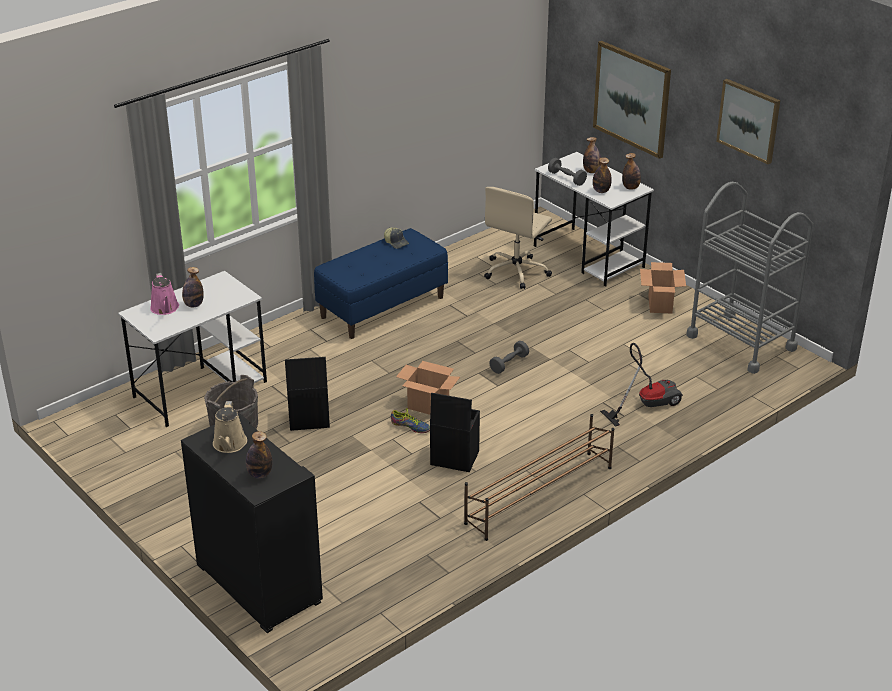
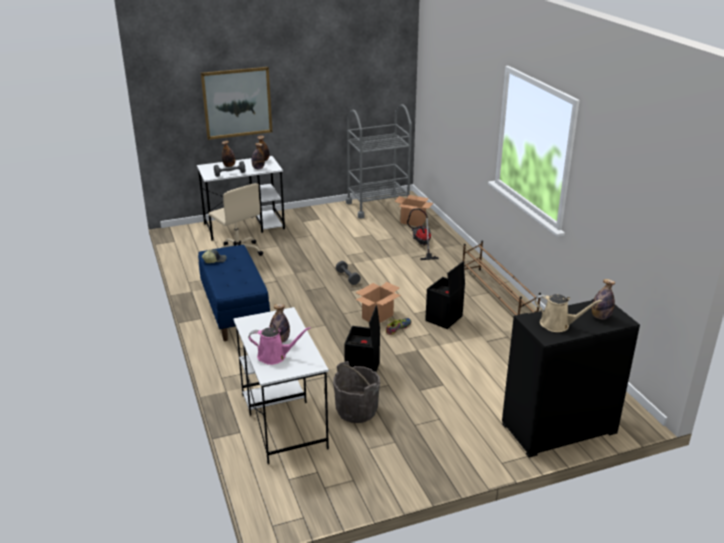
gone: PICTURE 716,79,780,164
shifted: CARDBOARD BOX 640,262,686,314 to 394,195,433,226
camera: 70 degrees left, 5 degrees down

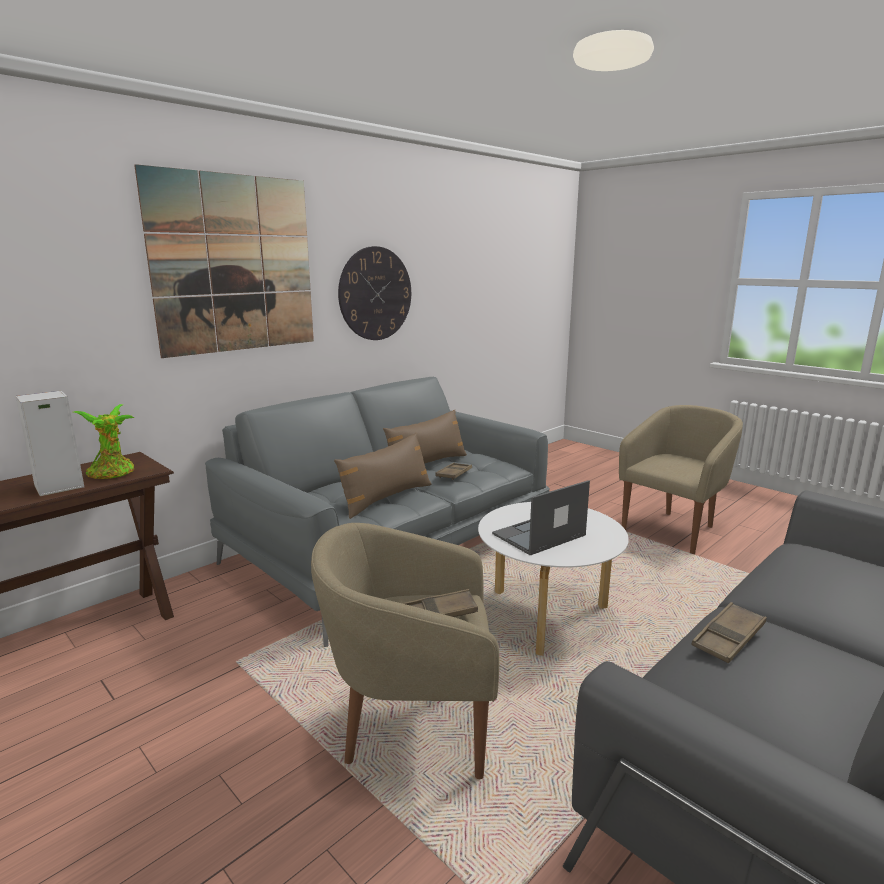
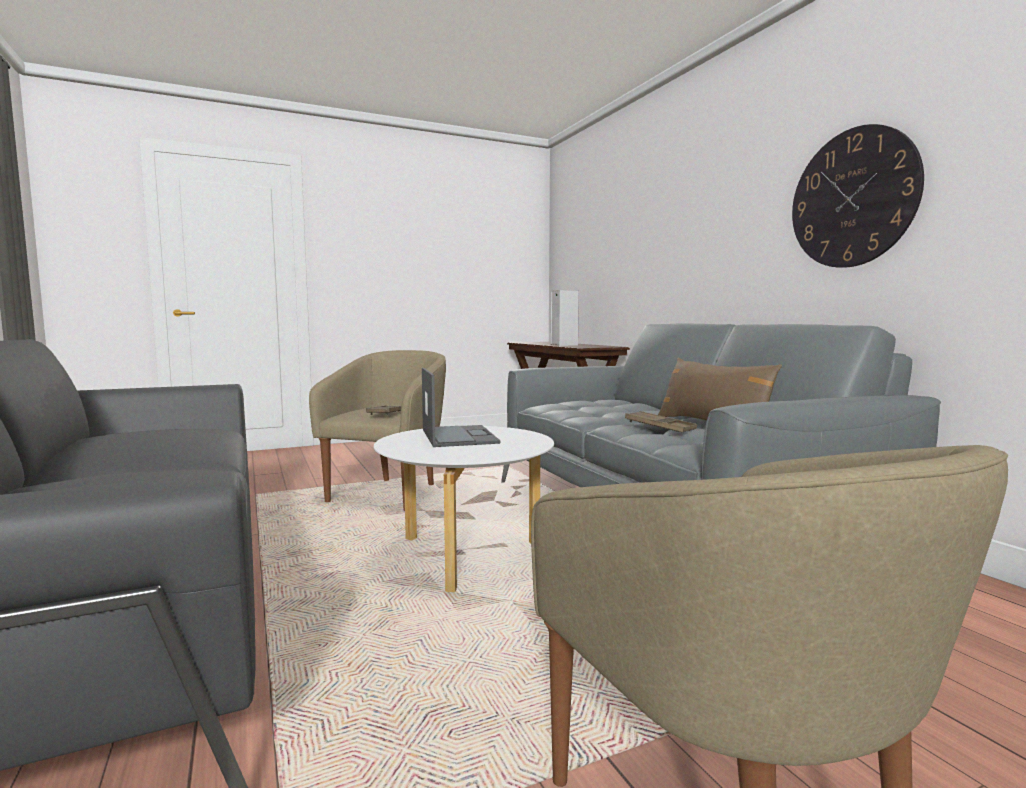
gone: POTTED PLANT 74,404,134,479; PICTURE 134,164,314,358; BROWN PILLOW 334,432,432,519; BROWN TRAY 691,602,767,663
camera: 110 degrees right, 10 degrees down

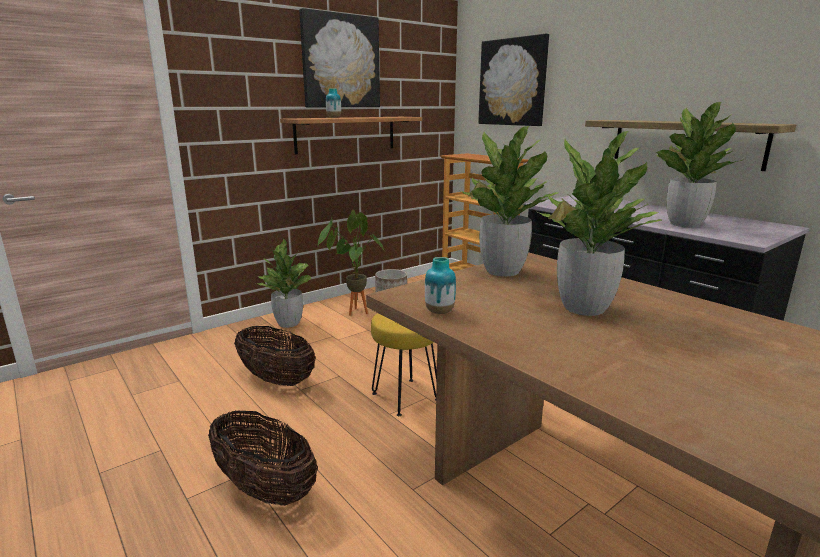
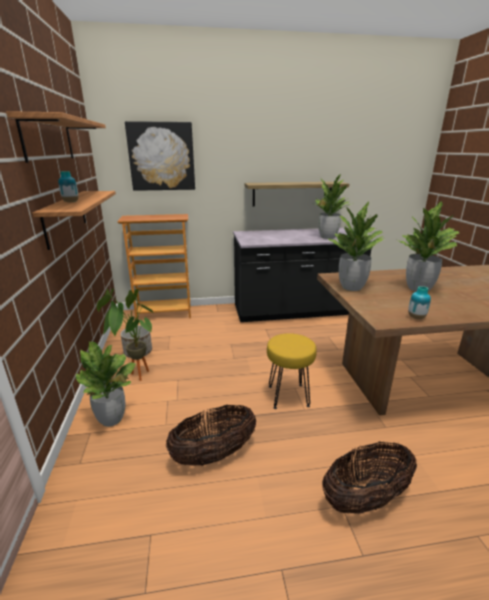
swapped: PICTURE 299,8,380,107 to SHELF 6,111,106,163
camera: 60 degrees left, 5 degrees up

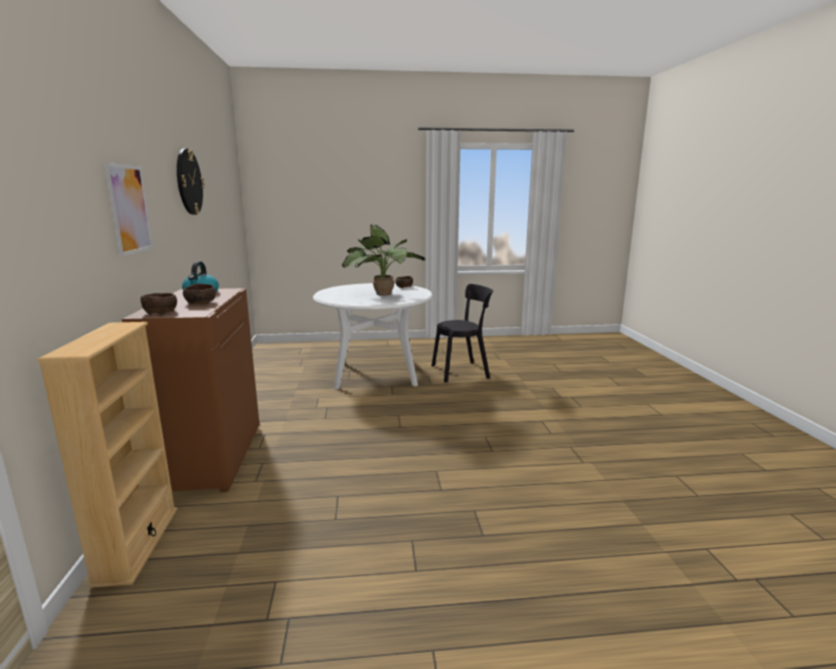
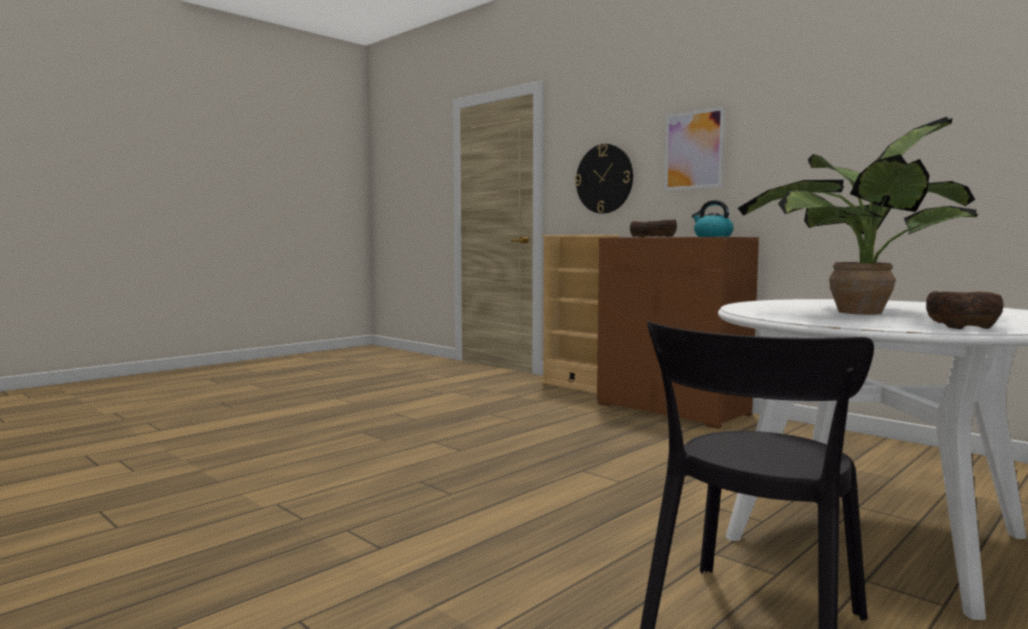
shifted: WALL CLOCK 177,148,205,215 to 575,144,633,214
camera: 140 degrees right, 10 degrees down

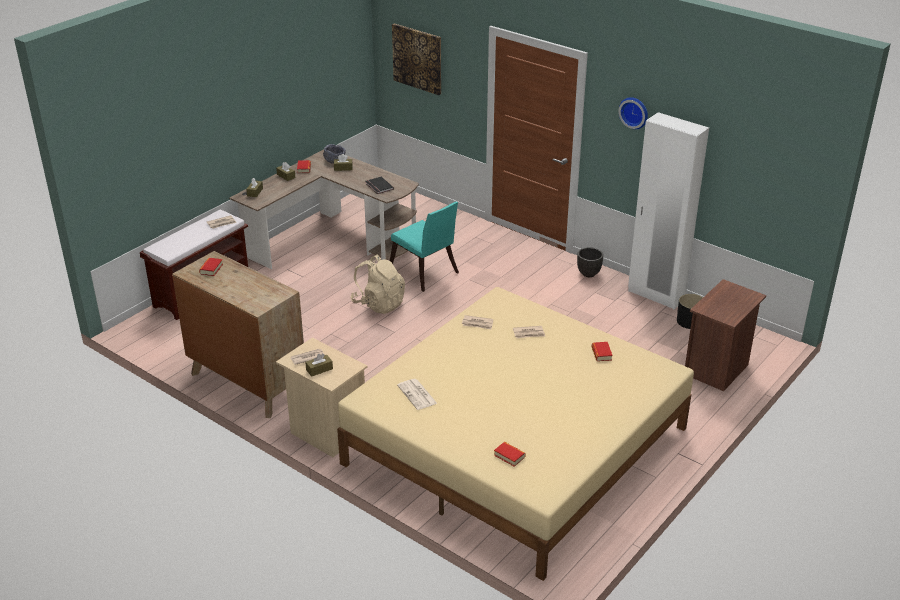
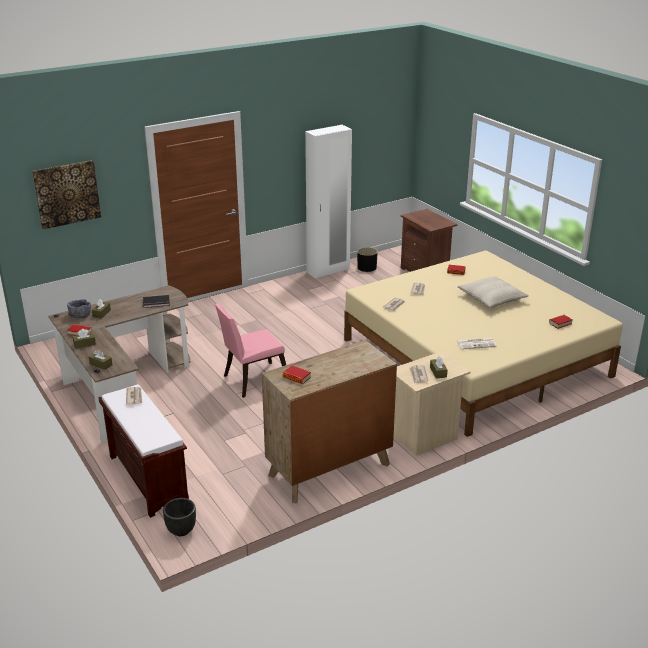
gone: TURQUOISE CHAIR 390,201,459,292; WALL CLOCK 618,97,648,129
new: BEIGE PILLOW 457,276,529,308
shifted: BLACK PLANTER 577,247,603,277 to 163,498,196,536
swapped: BEIGE BACKPACK 350,254,405,314 to PINK CHAIR 215,304,286,398
camera: 70 degrees left, 5 degrees down

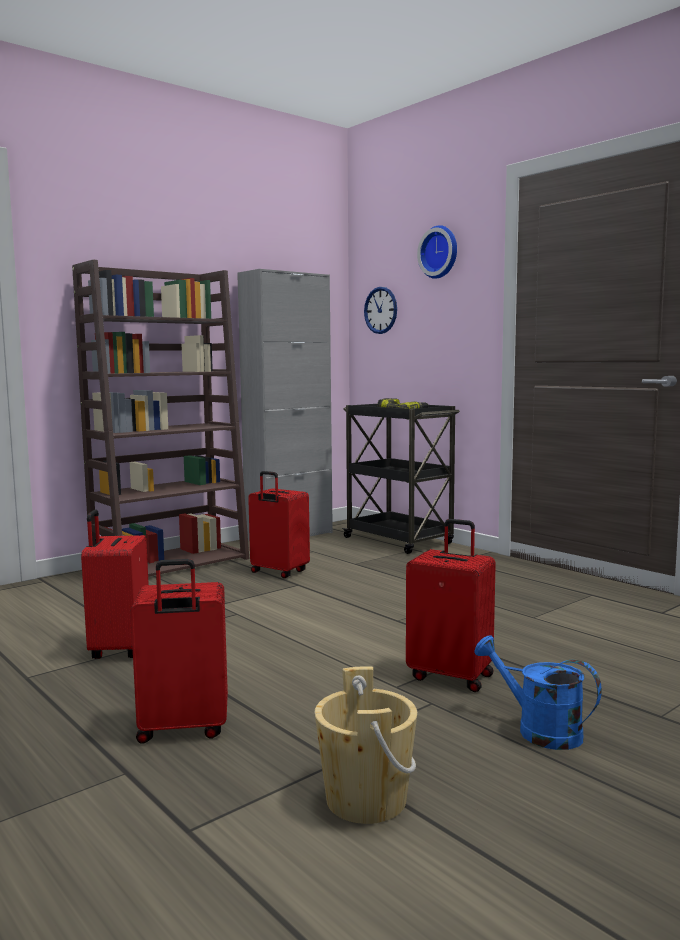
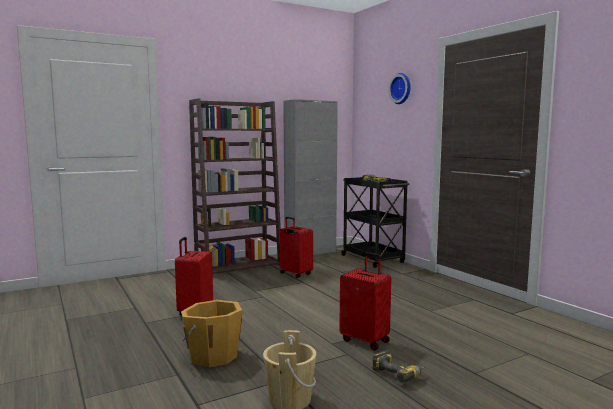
gone: WALL CLOCK 364,287,397,334
swapped: RED SUITCASE 131,559,228,744 to ORANGE BUCKET 181,300,242,367; BLUE WATERING CAN 474,635,602,750 to POWER DRILL 372,350,425,382
camera: 10 degrees right, 0 degrees up

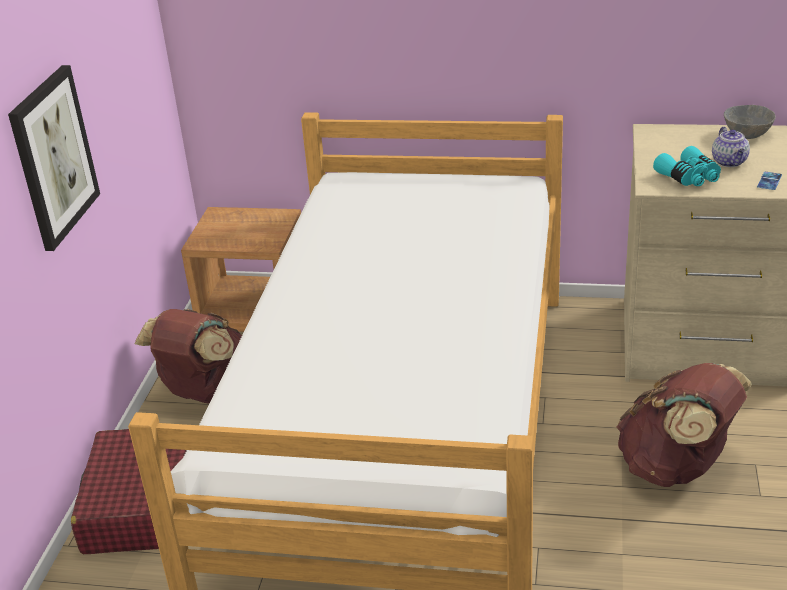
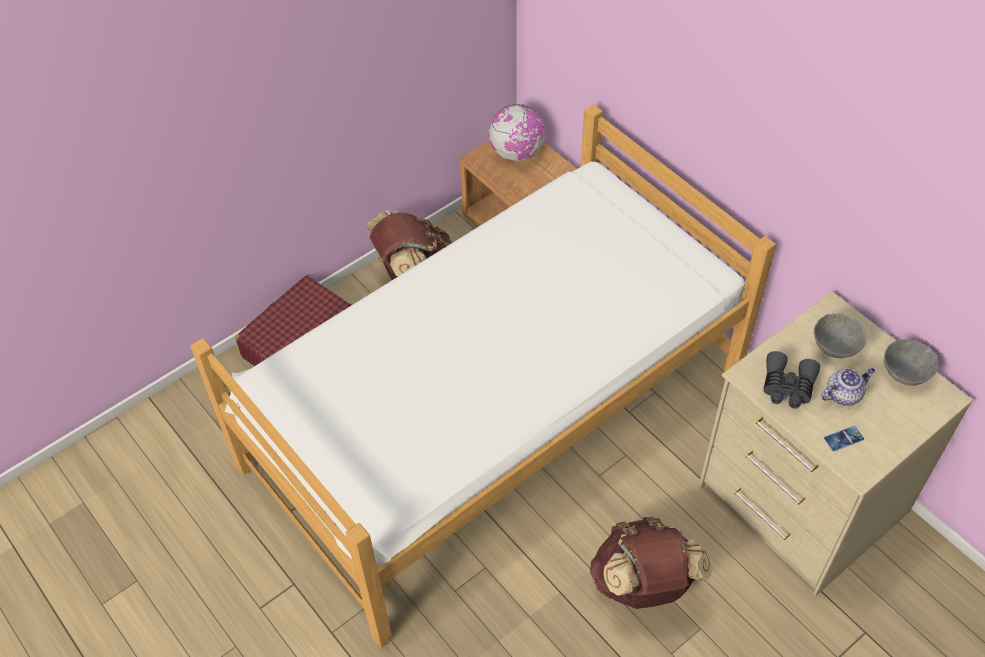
gone: PICTURE 8,65,100,251
new: GLOBE 488,104,545,162; GREY BOWL 814,314,867,358
repainted: TURQUOISE BINOCULARS 653,146,721,186 to GREY BINOCULARS 764,351,820,409
rotated: TEAPOT 712,127,750,167 = 821,368,875,406 150 degrees counterclockwise
camera: 40 degrees right, 20 degrees up

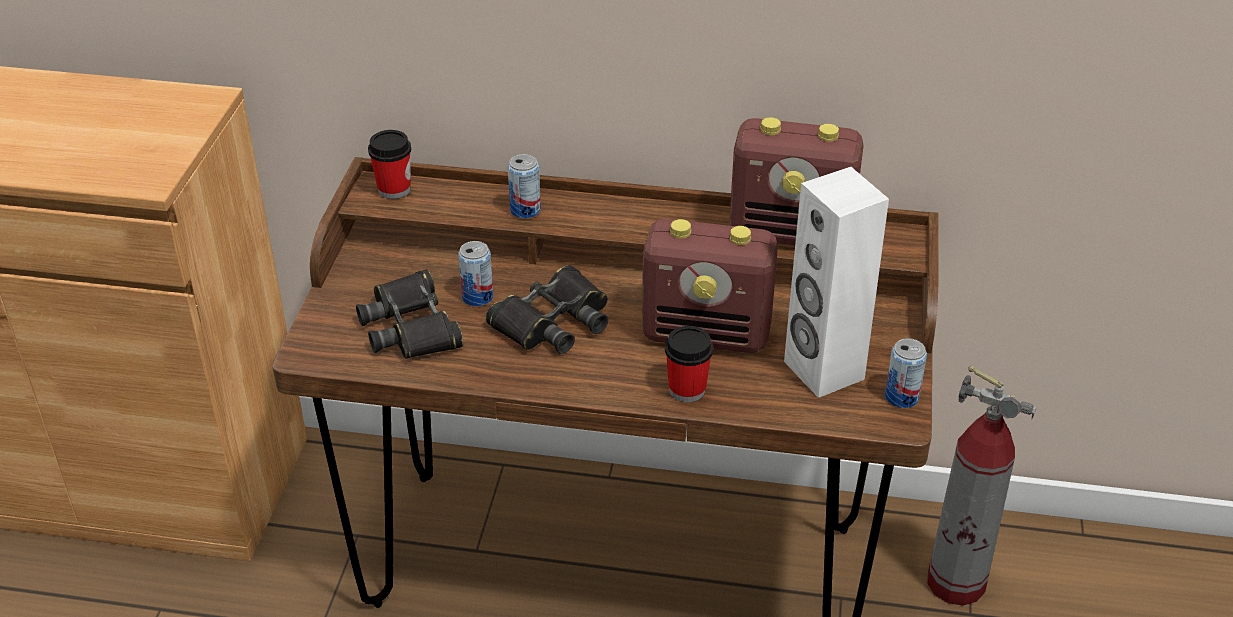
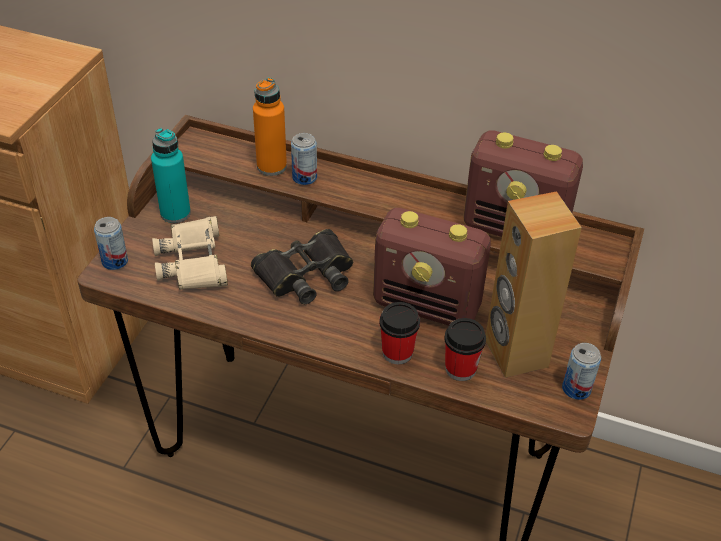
gone: FIRE EXTINGUISHER 927,366,1036,606
new: TURQUOISE BOTTLE 151,128,191,223; ORANGE BOTTLE 253,78,287,176
shifted: CUP 368,130,411,199 to 444,318,486,381; CAN 458,241,493,306 to 94,217,128,270
repainted: BLACK BINOCULARS 356,269,464,359 to BEIGE BINOCULARS 152,216,228,290; WHITE SPEAKER 784,167,889,398 to BROWN SPEAKER 486,191,582,378
camera: 10 degrees right, 5 degrees up

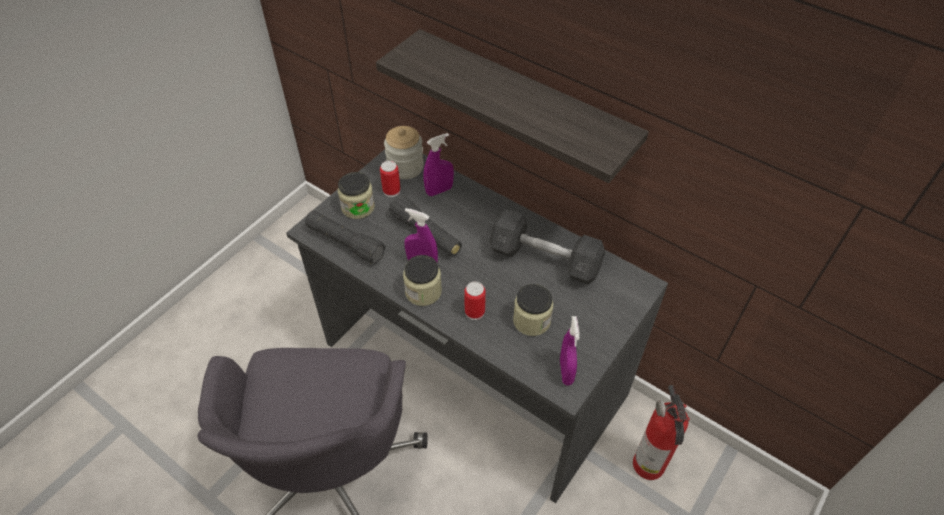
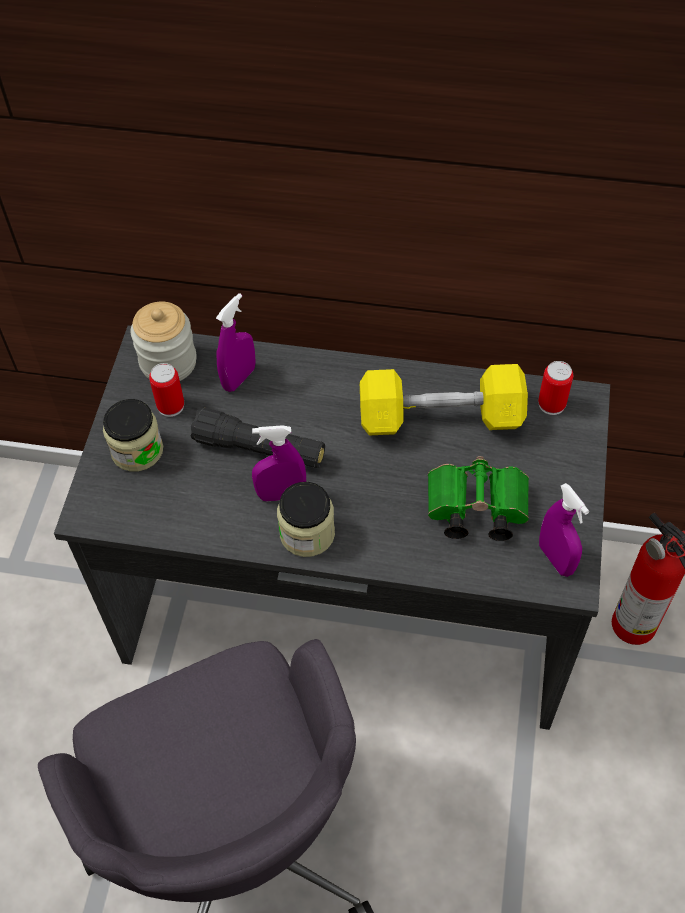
gone: BLACK FLASHLIGHT 305,211,386,264; SHELF 376,29,649,183
shifted: CAN 464,281,486,320 to 538,361,573,415
swapped: JAR 513,284,553,336 to GREEN BINOCULARS 428,456,529,541
repainted: GREY DUMBBELL 489,209,605,285 to YELLOW DUMBBELL 360,364,528,435
camera: 25 degrees left, 5 degrees up

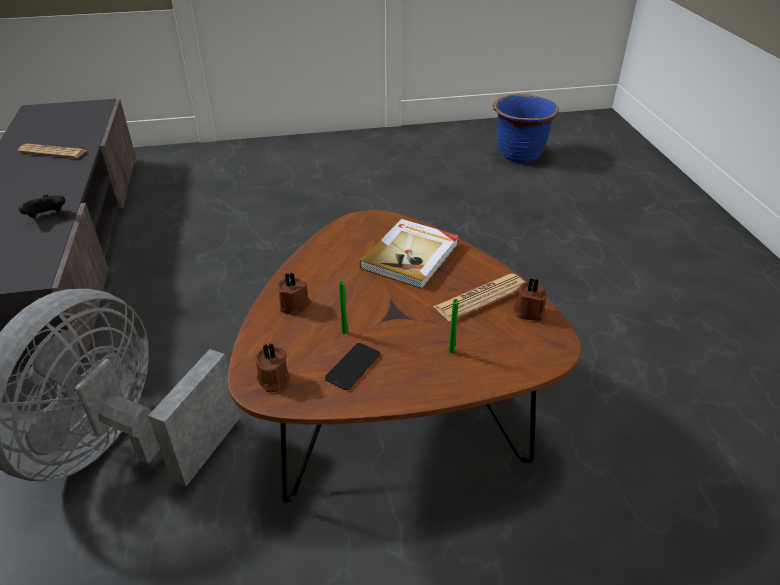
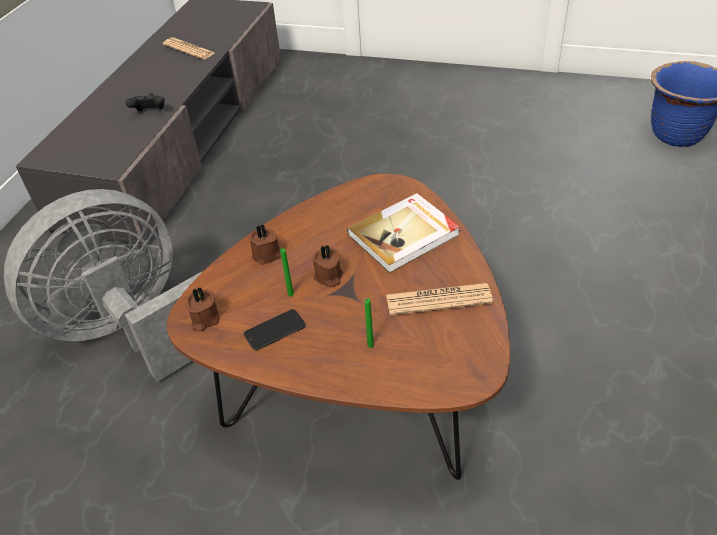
shifted: BROWN CANDLE 514,278,547,320 to 313,245,343,287
camera: 30 degrees right, 5 degrees up

